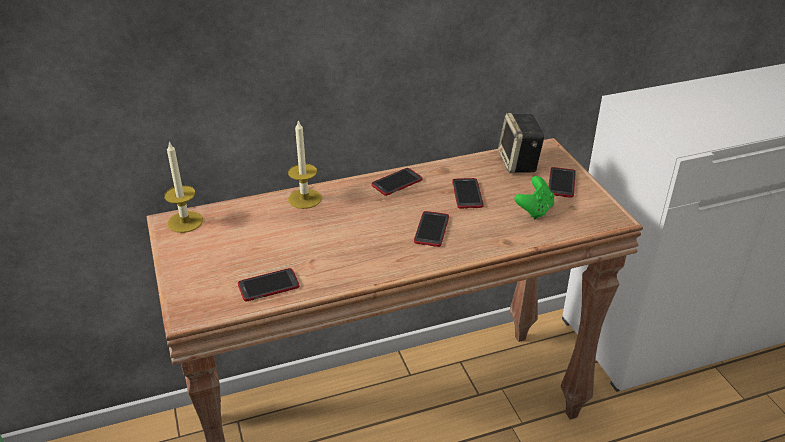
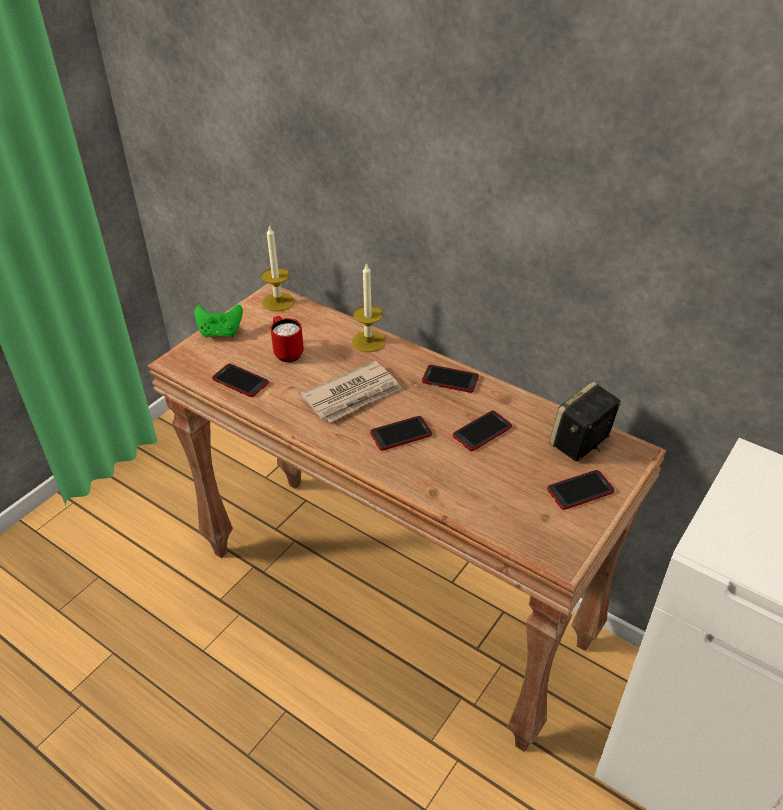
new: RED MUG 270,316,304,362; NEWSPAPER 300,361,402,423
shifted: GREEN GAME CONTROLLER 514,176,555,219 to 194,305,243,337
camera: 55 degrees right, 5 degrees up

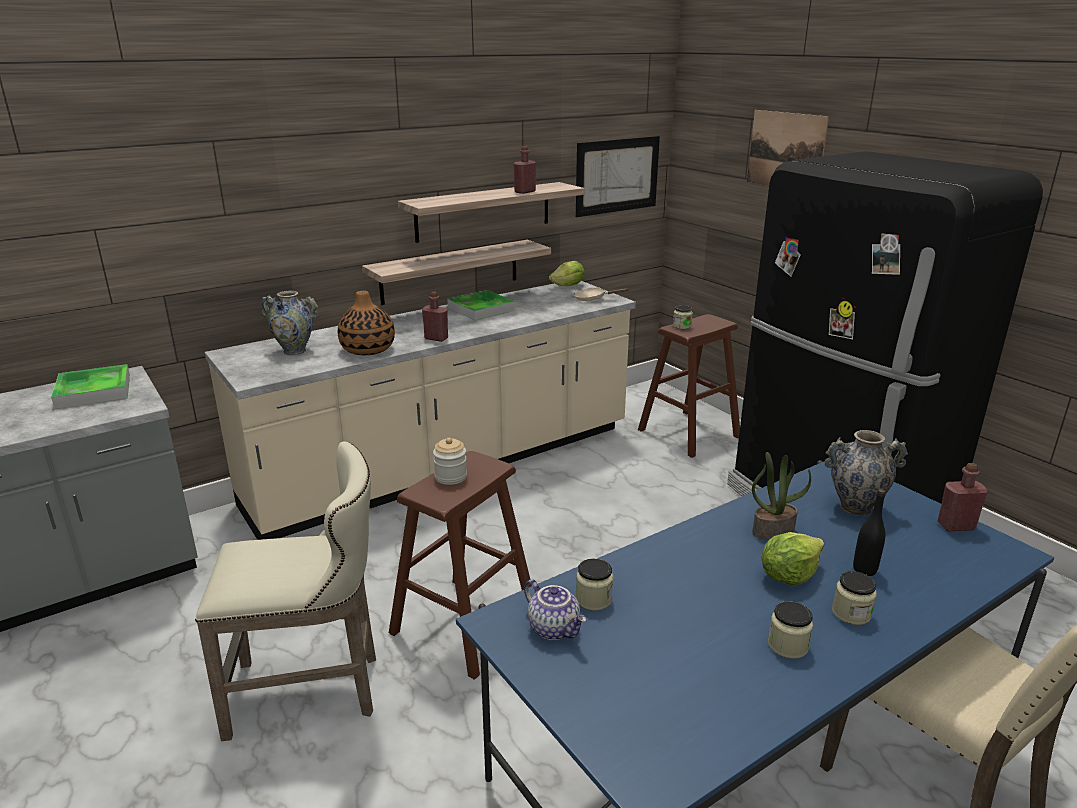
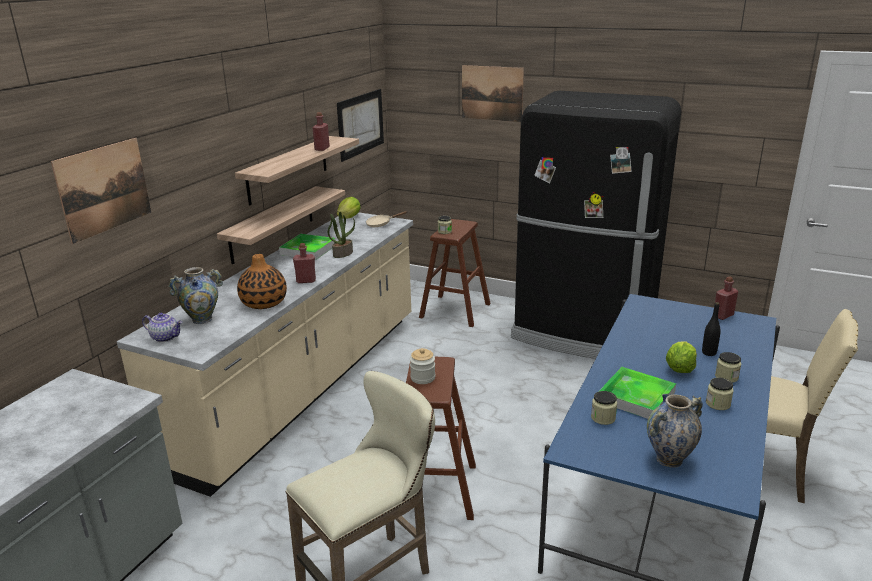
new: PICTURE 51,138,151,244
shifted: TRAY 51,364,130,409 to 598,367,676,419; TEAPOT 524,579,586,640 to 142,313,182,342; POTTED PLANT 752,452,811,540 to 328,212,355,258; VASE 825,430,908,516 to 647,393,703,468
camera: 30 degrees left, 0 degrees up

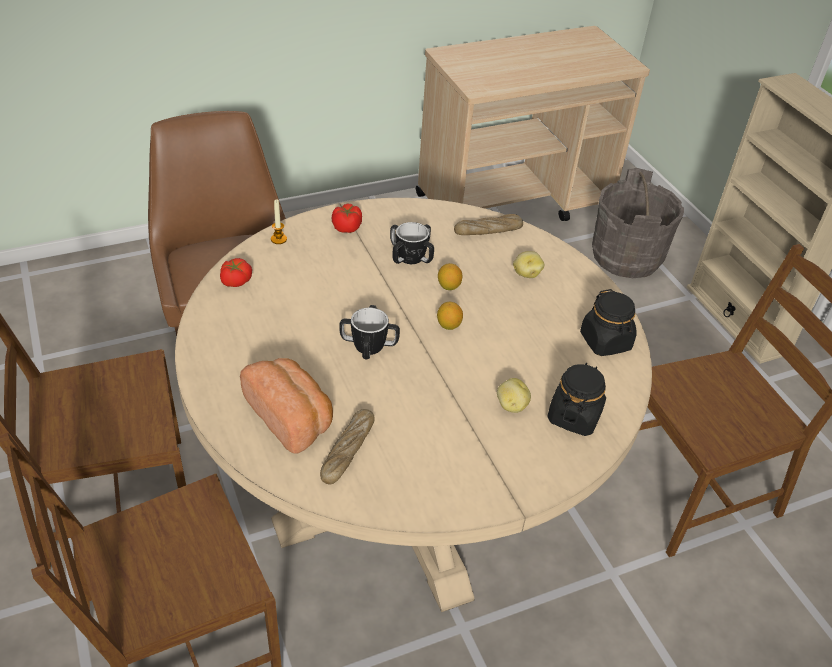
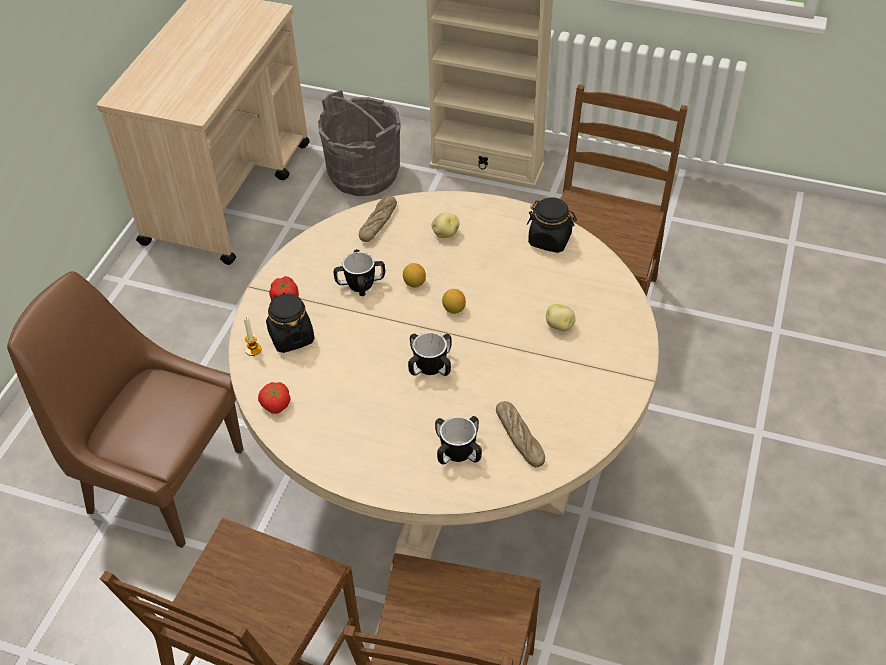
shifted: BLACK JAR 547,363,606,436 to 266,292,315,353
swapped: BREAD 240,358,333,454 to MUG 435,416,482,465
camera: 45 degrees left, 5 degrees up

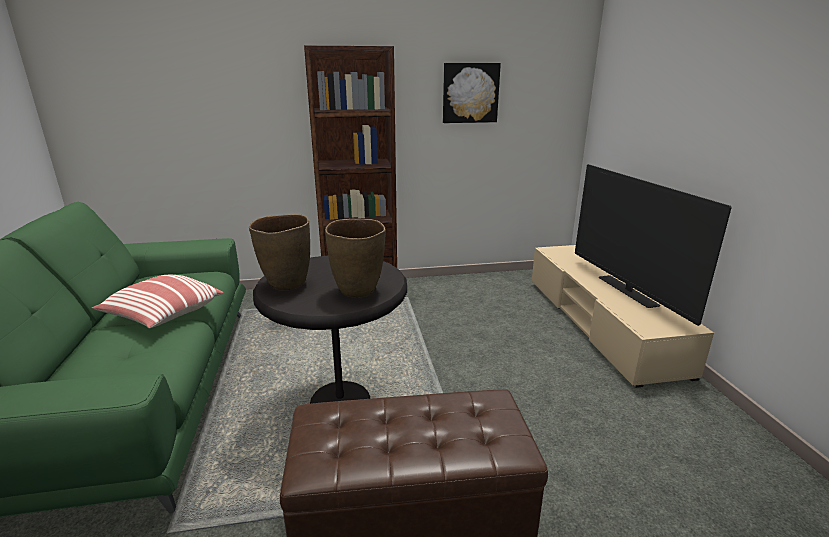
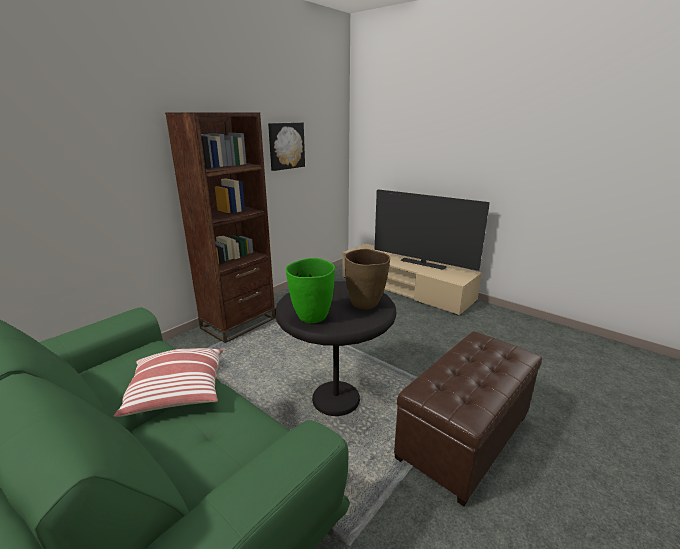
repainted: BROWN VASE 249,214,310,291 to GREEN VASE 286,258,335,323
camera: 40 degrees left, 0 degrees up

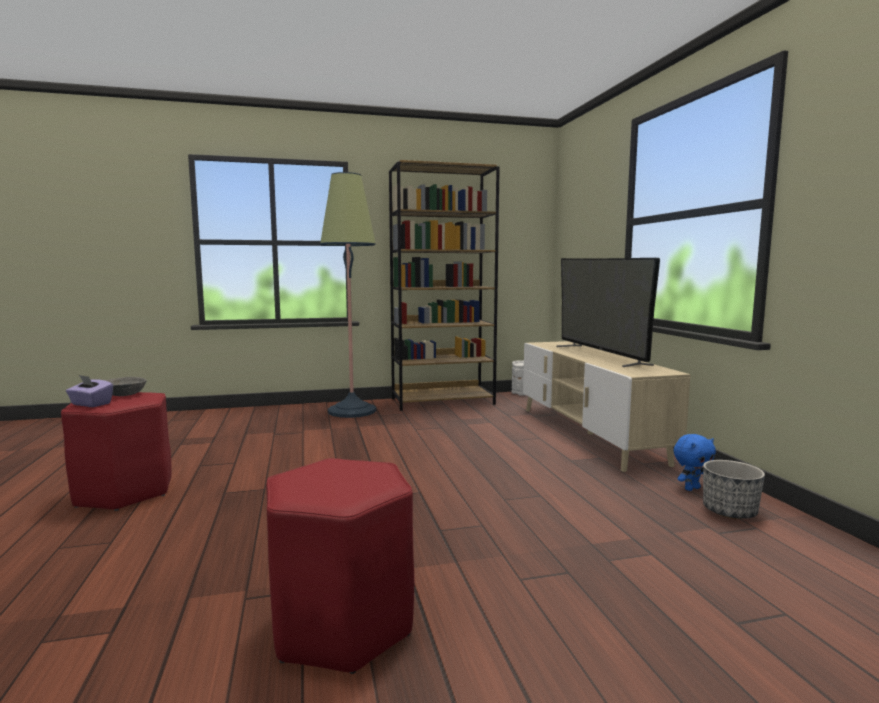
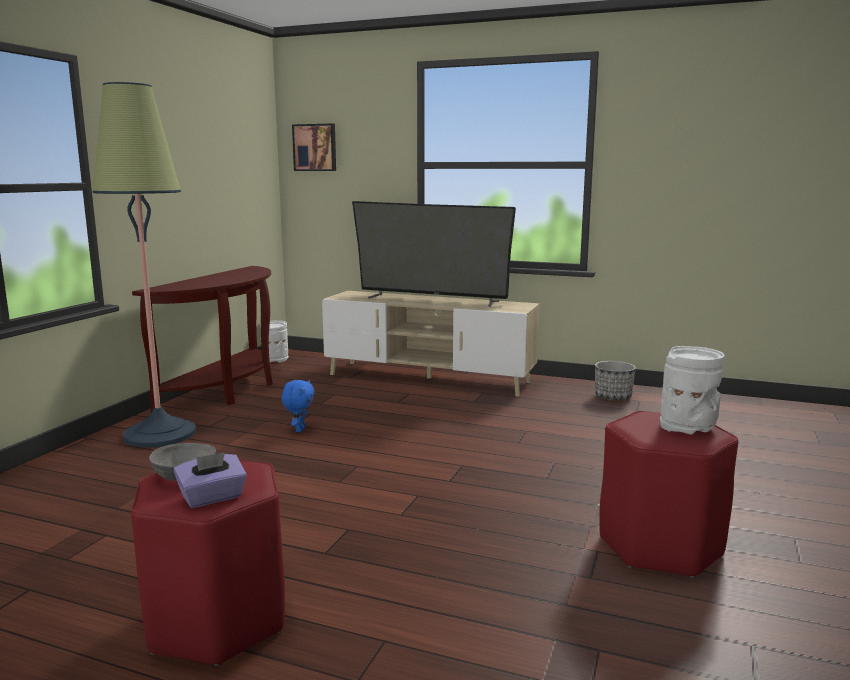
new: PICTURE 292,124,336,171; WHITE VASE 660,346,725,435
shifted: BLUE PLUSH TOY 674,434,716,491 to 282,380,315,432
swapped: BROWN BOOKCASE 389,160,500,411 to BROWN CONSOLE TABLE 132,266,273,413
camera: 55 degrees left, 5 degrees up

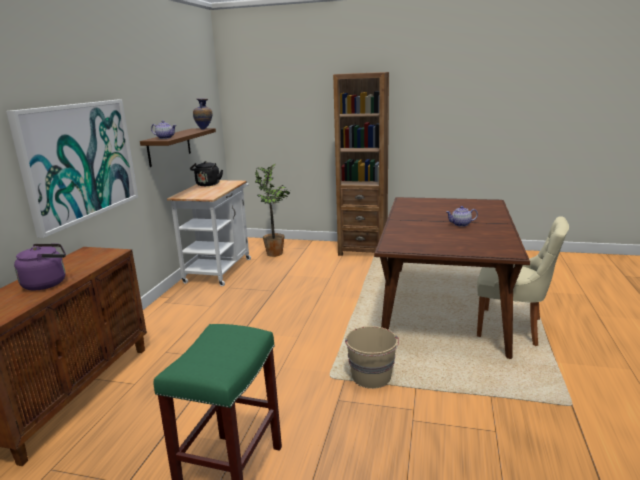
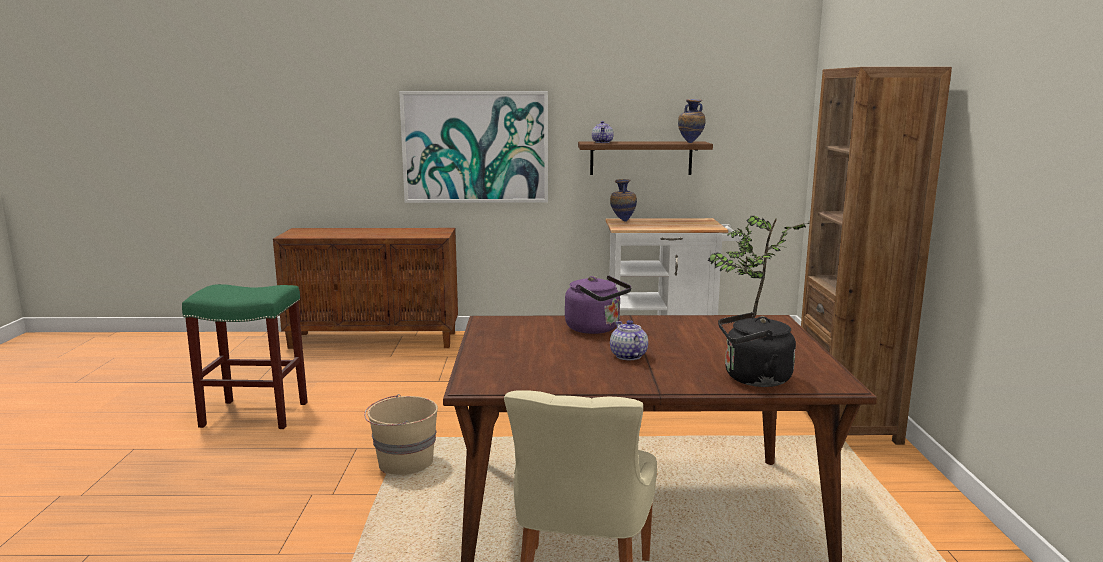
new: VASE 610,179,637,222
shifted: PURPLE KETTLE 14,244,66,291 to 565,275,632,334; BLACK KETTLE 190,161,223,186 to 718,312,796,387
camera: 75 degrees right, 5 degrees down

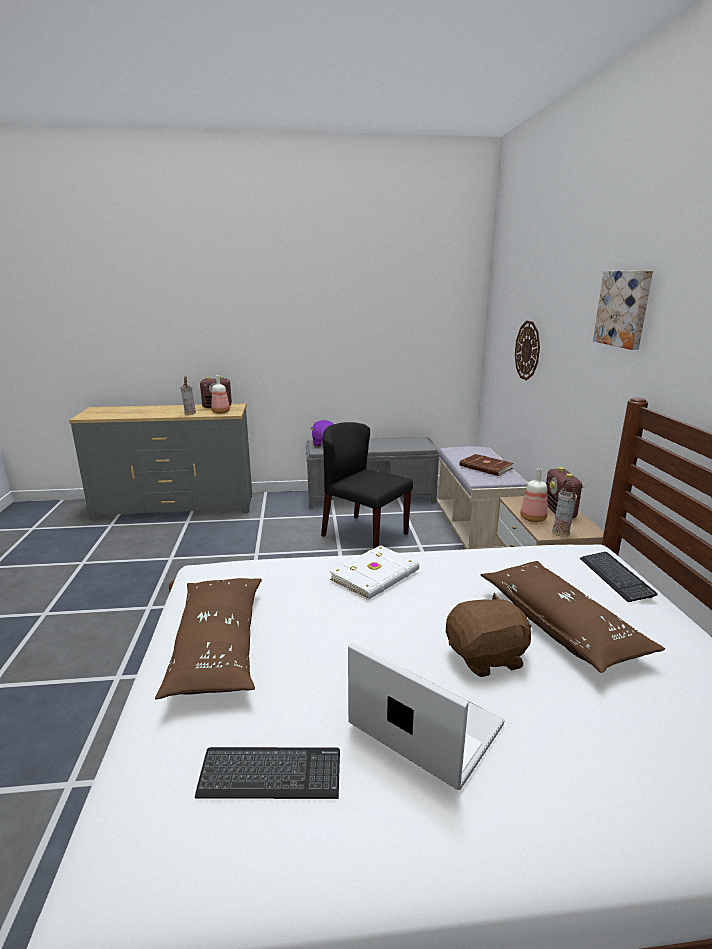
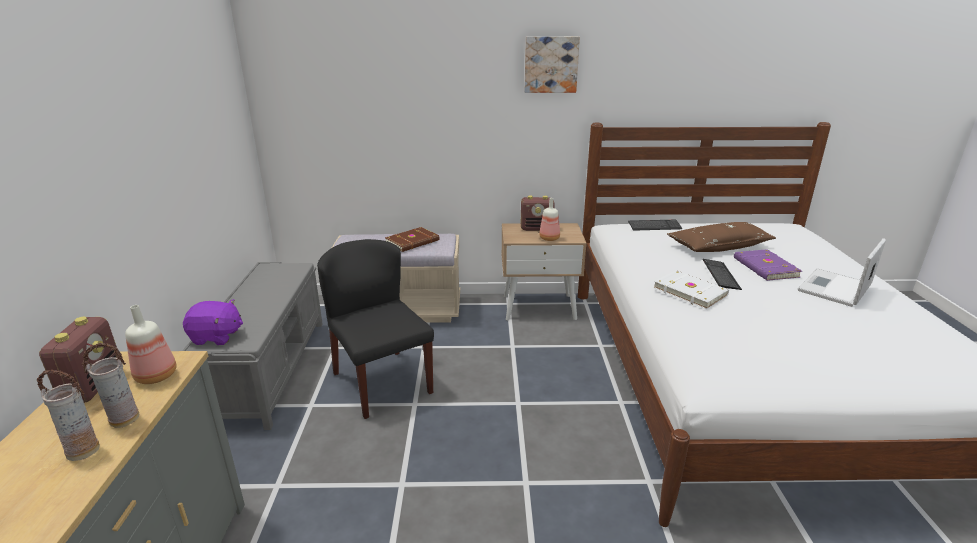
gone: BROWN PILLOW 155,578,262,699; WALL CLOCK 515,321,540,380
shifted: KEYBOARD 195,747,340,799 to 703,259,742,290; VASE 552,479,577,537 to 37,370,100,461
swapped: BROWN PLUSH TOY 446,592,531,677 to PURPLE BOOK 734,249,802,281
rotated: BLACK CHAIR 321,422,413,549 = 317,239,434,419 105 degrees clockwise
camera: 85 degrees left, 5 degrees up

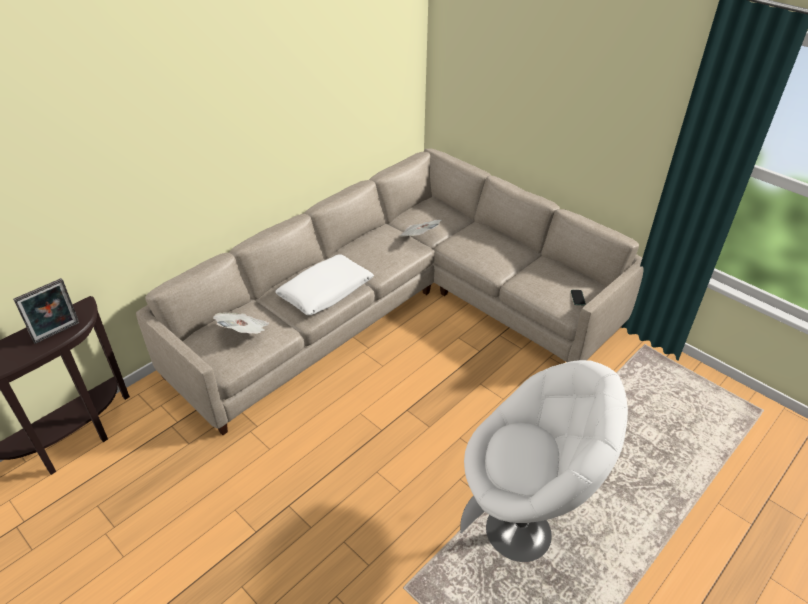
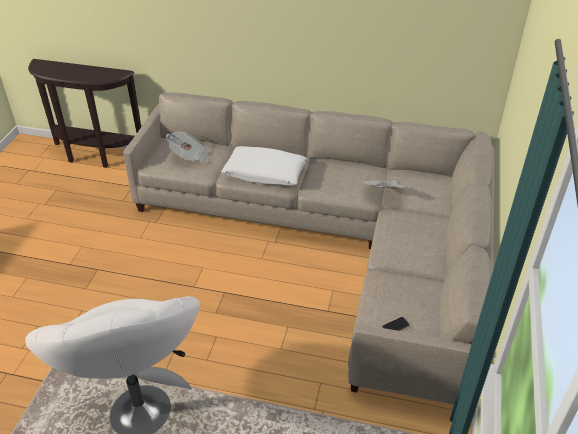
gone: PICTURE FRAME 13,278,79,344
camera: 60 degrees right, 0 degrees up

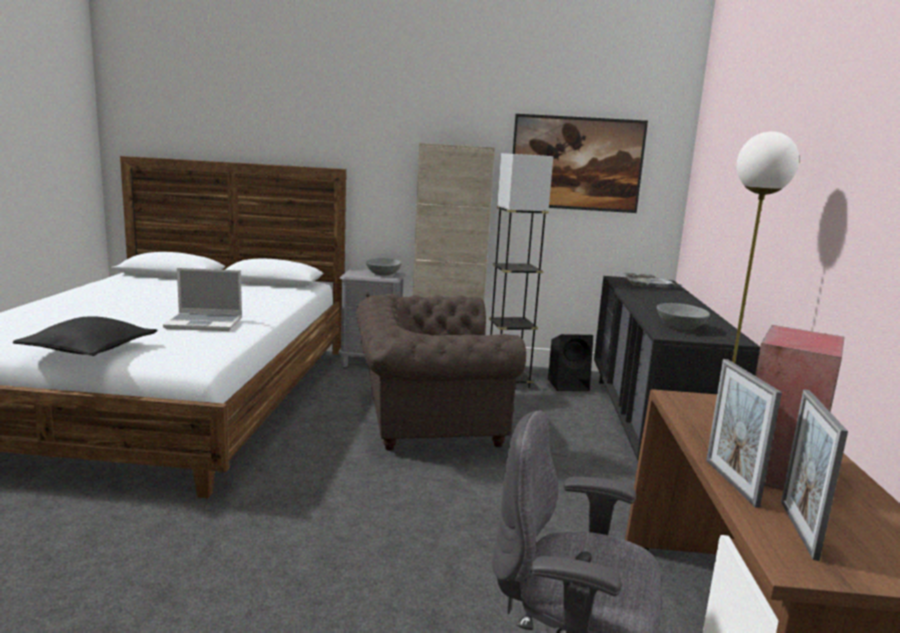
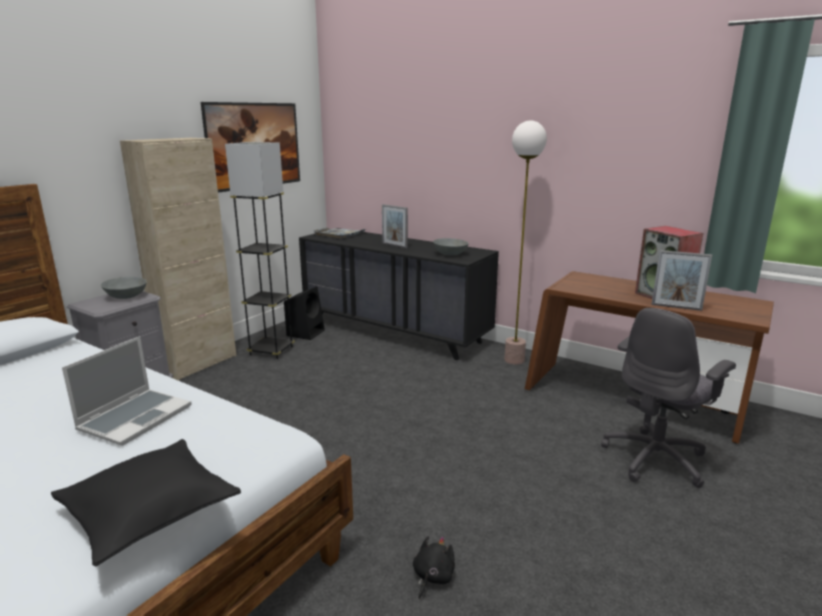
gone: BROWN ARMCHAIR 356,294,526,451
new: BLACK PLUSH TOY 413,536,455,599
shifted: PICTURE FRAME 781,389,848,561 to 382,204,408,248
camera: 60 degrees left, 5 degrees up

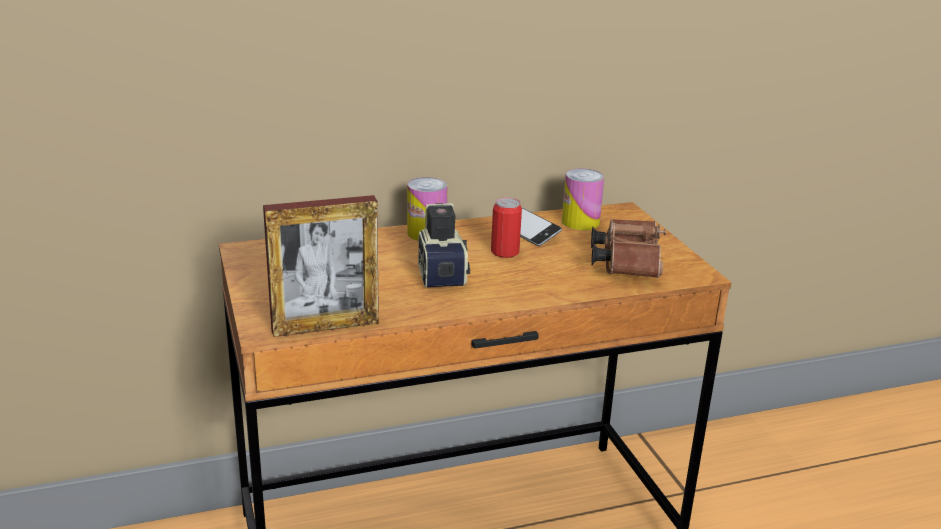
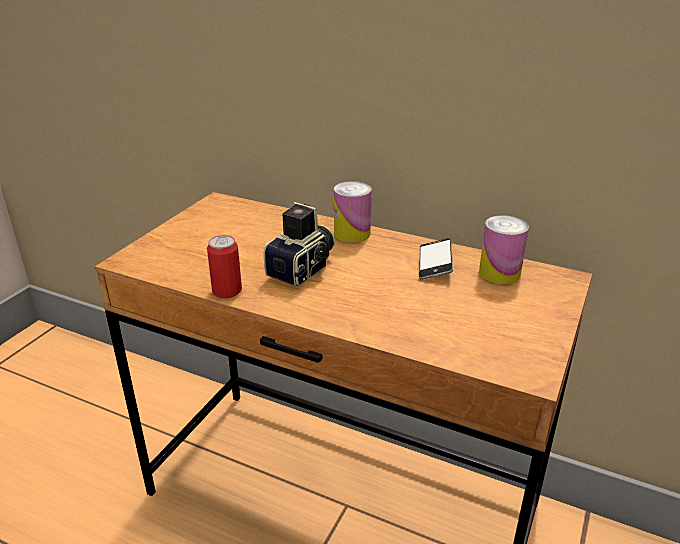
gone: PICTURE FRAME 263,195,379,337; BROWN BINOCULARS 591,219,666,278
shifted: CAN 491,197,522,258 to 207,235,242,298
camera: 45 degrees right, 5 degrees up

